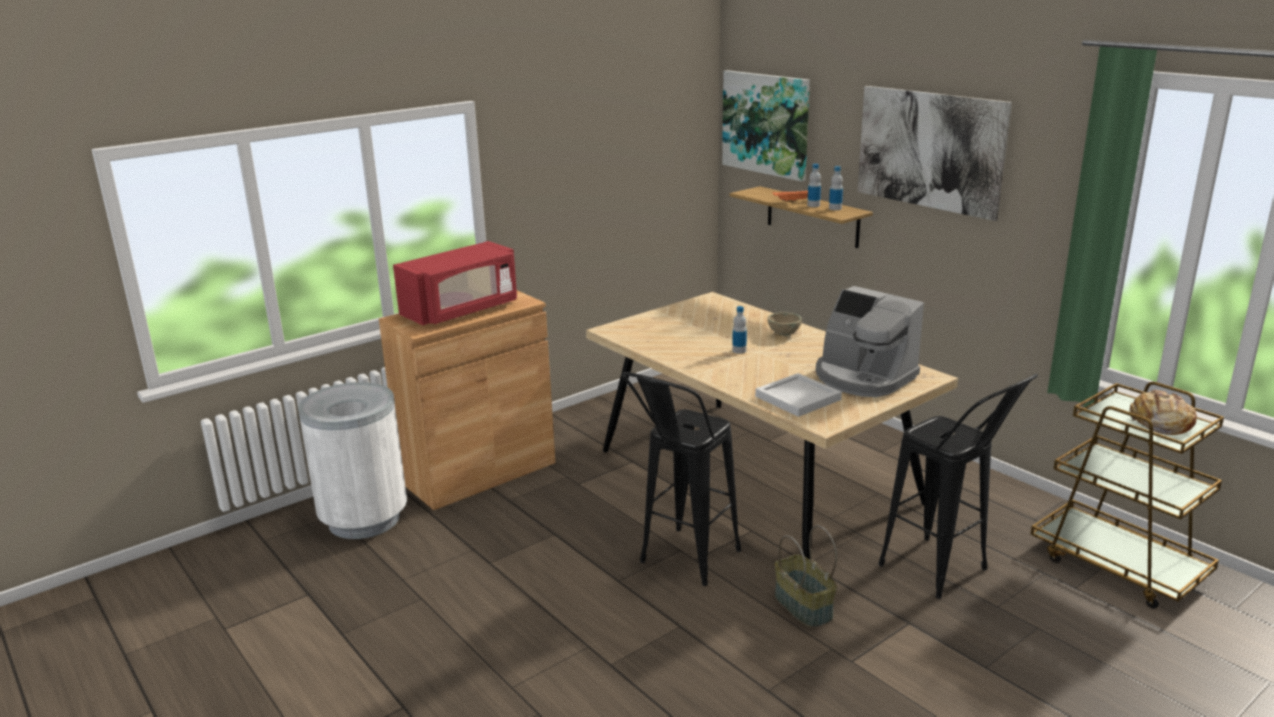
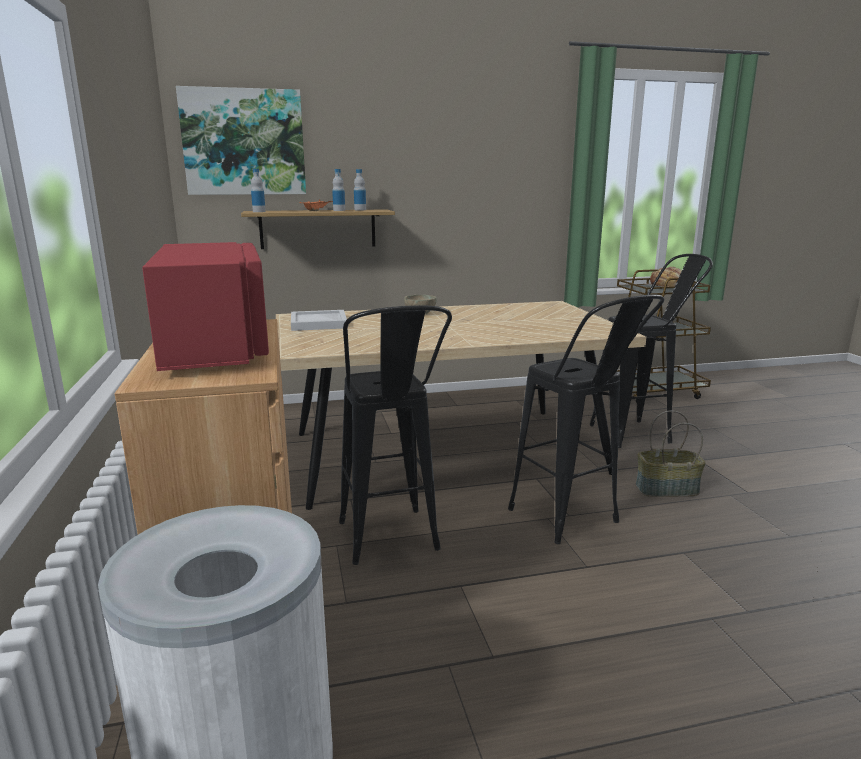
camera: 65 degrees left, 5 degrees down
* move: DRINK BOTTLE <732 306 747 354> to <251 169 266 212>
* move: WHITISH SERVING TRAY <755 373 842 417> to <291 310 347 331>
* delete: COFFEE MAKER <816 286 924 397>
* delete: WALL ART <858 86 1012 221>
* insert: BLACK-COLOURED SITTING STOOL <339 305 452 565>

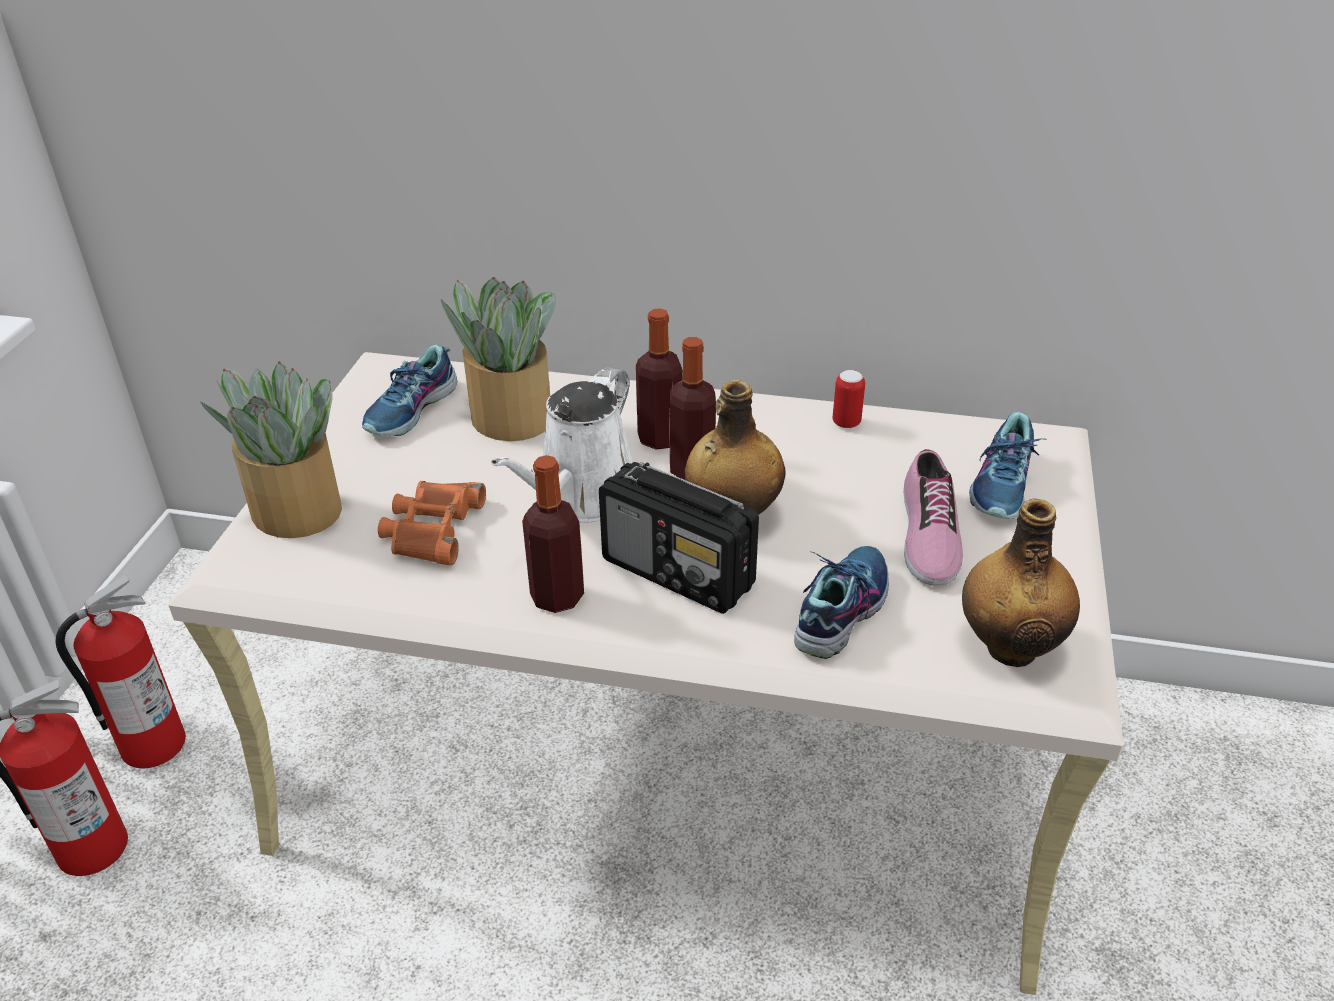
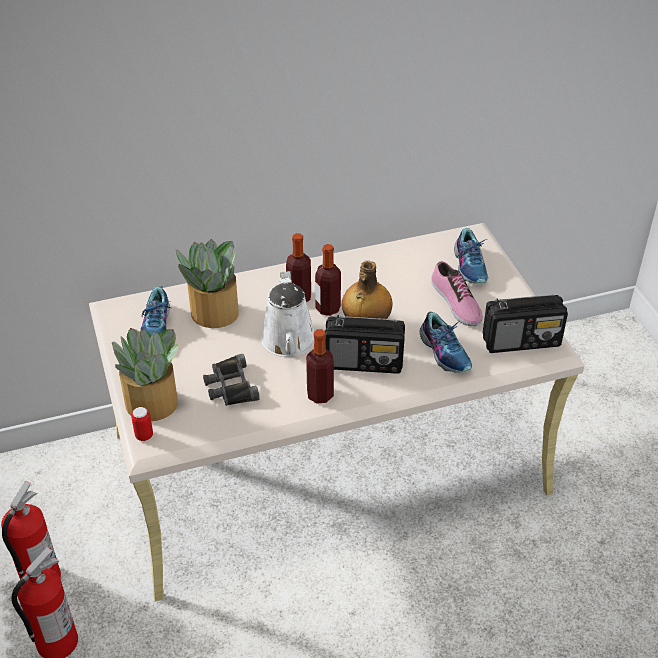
camera: 30 degrees left, 5 degrees up
* recolor: ORANGE-COLOURED PAIR OF BINOCULARS <378 481 486 565> to BLACK-COLOURED PAIR OF BINOCULARS <203 354 260 406>
* rotate: SHOE <794 546 889 659> = <419 312 472 373> 150 degrees clockwise
* move: CAN <832 370 865 428> to <131 407 153 441>
* replace: DRINK BOTTLE <962 499 1080 667> to RADIO SET <483 294 568 353>

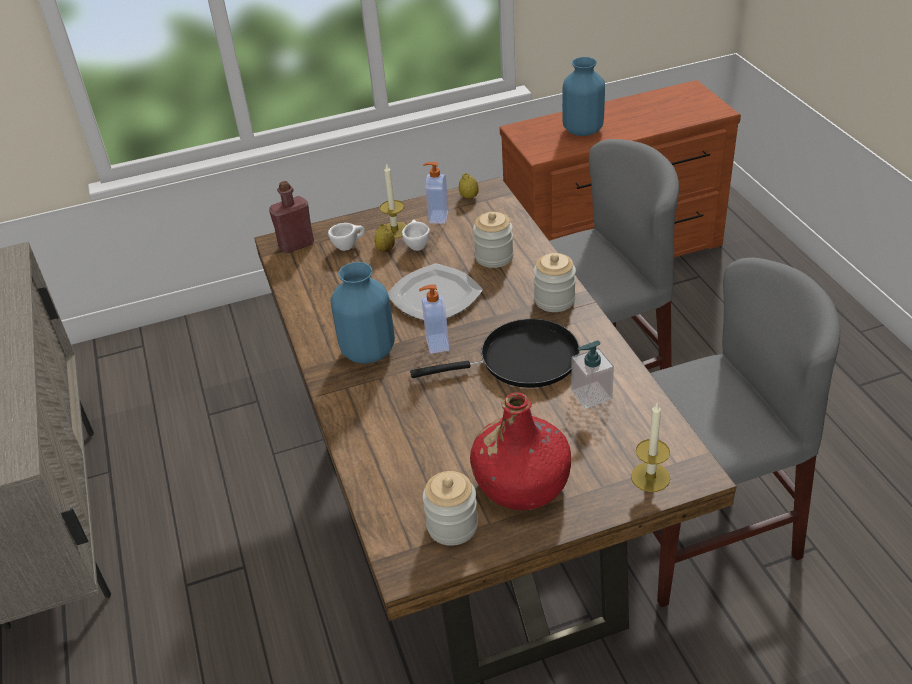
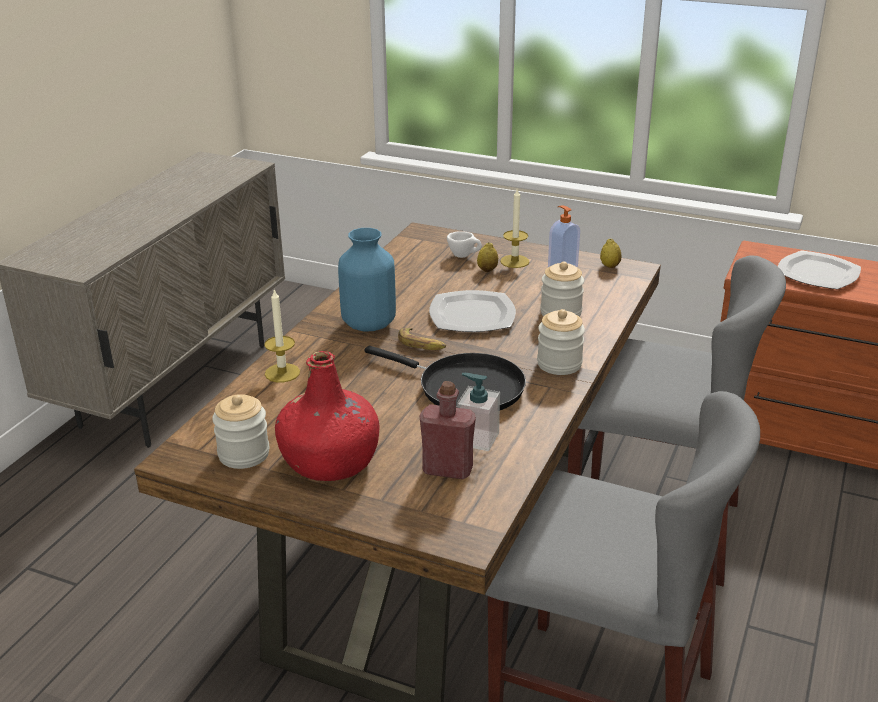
camera: 40 degrees right, 10 degrees down
* move: RED-COLOURED DRINK BOTTLE <269 181 314 253> to <420 381 476 480>
* delete: WHITISH CUP <402 220 430 251>
* replace: SOAP DISPENSER <419 284 449 354> to BANANA FRUIT <398 328 446 350>
* replace: BLUE-COLOURED VASE <562 57 605 136> to PLATE <778 250 861 289>
* move: WAX LIGHT <631 402 670 492> to <264 288 300 383>

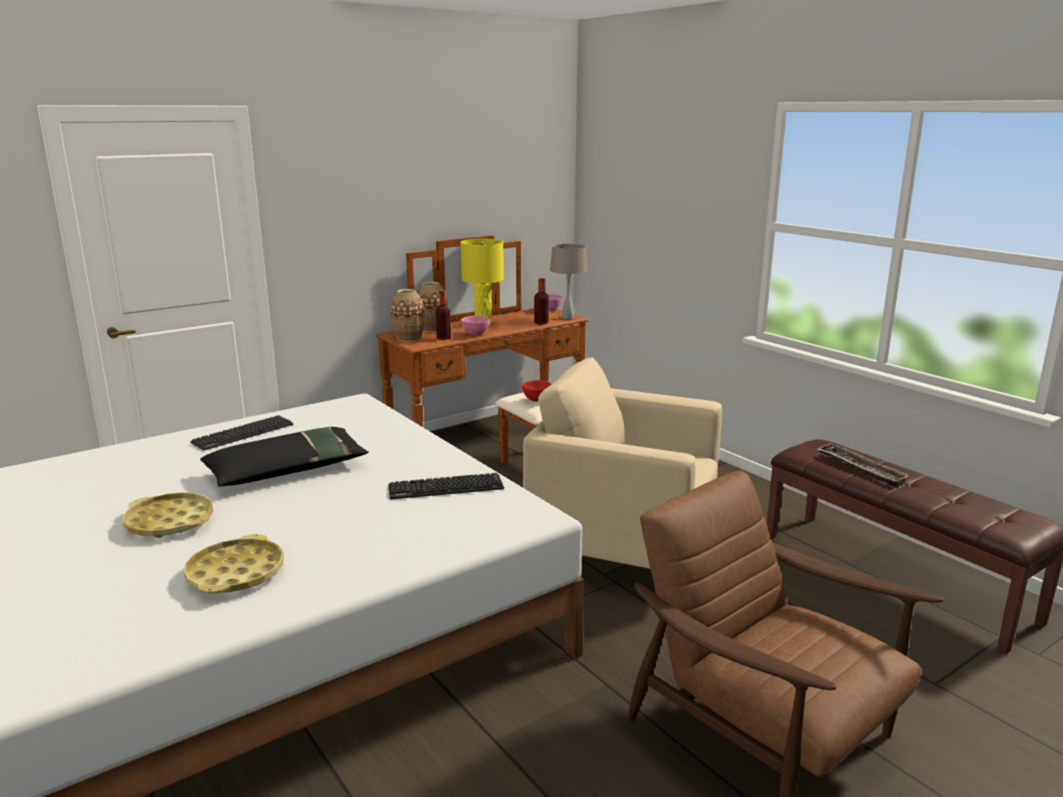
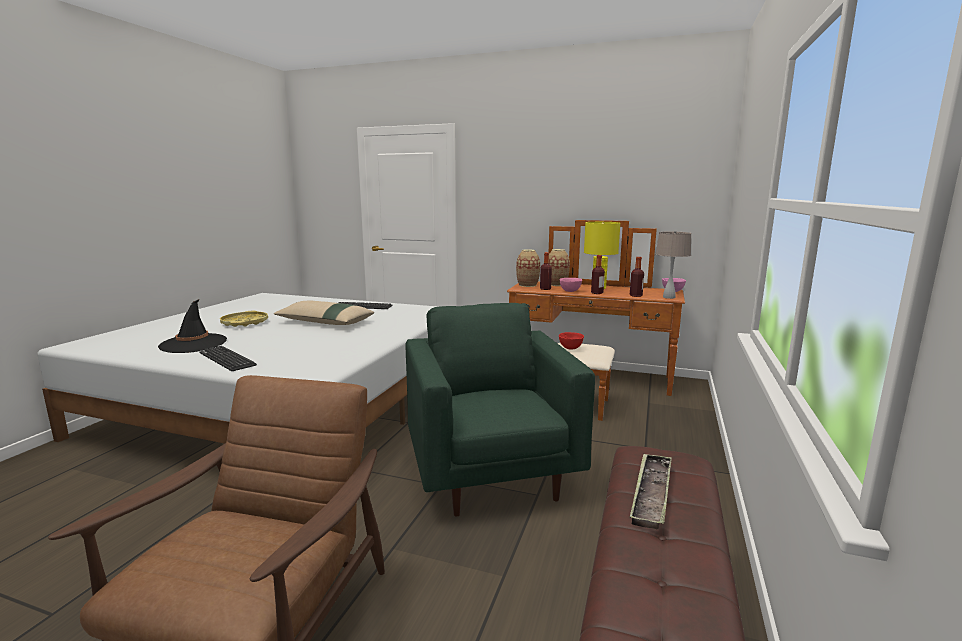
camera: 55 degrees right, 5 degrees down
* replace: YELLOW-COLOURED SERVING TRAY <184 534 284 594> to BLACK-COLOURED CLOTHING HAT <158 299 227 353>
* recolor: BLACK-COLOURED CUSHION <200 427 369 487> to BEIGE-COLOURED CUSHION <274 301 374 325>
* move: COMPUTER KEYBOARD <388 473 504 499> to <199 346 257 371>
* recolor: BEIGE-COLOURED LOUNGE CHAIR <523 358 722 569> to GREENISH LOUNGE CHAIR <405 303 595 517>
* insert: DRINK BOTTLE <591 255 605 294>

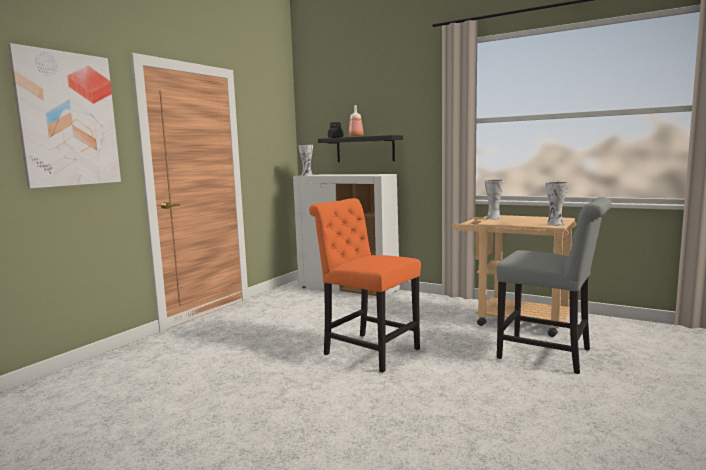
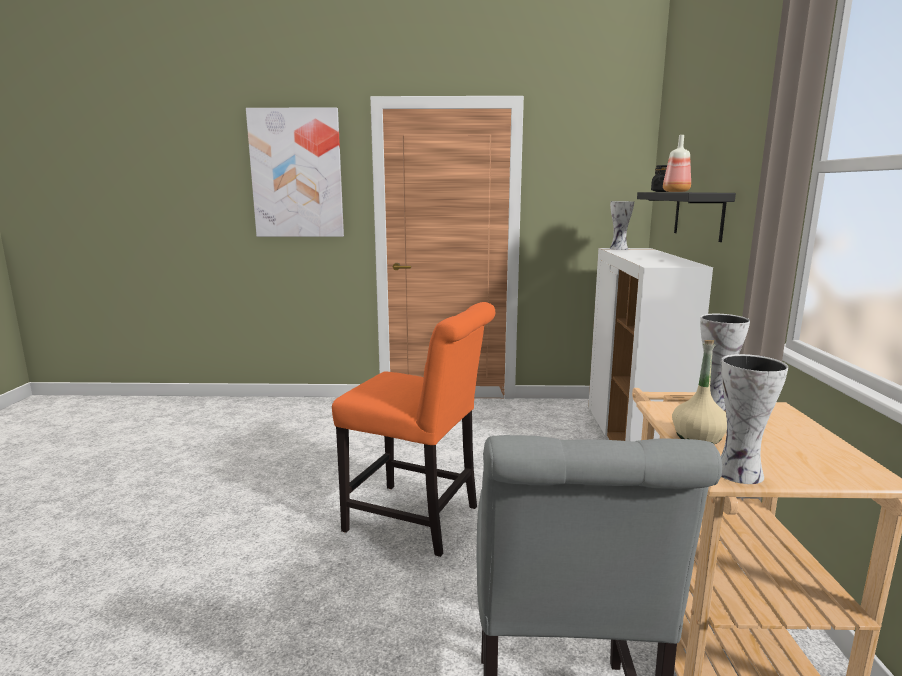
camera: 60 degrees right, 5 degrees up
* rotate: ORANGE-COLOURED PLAIN CHAIR <309 198 421 373> = <332 302 495 557> 105 degrees clockwise
* insert: BEIGE-COLOURED DRINK BOTTLE <672 340 727 444>

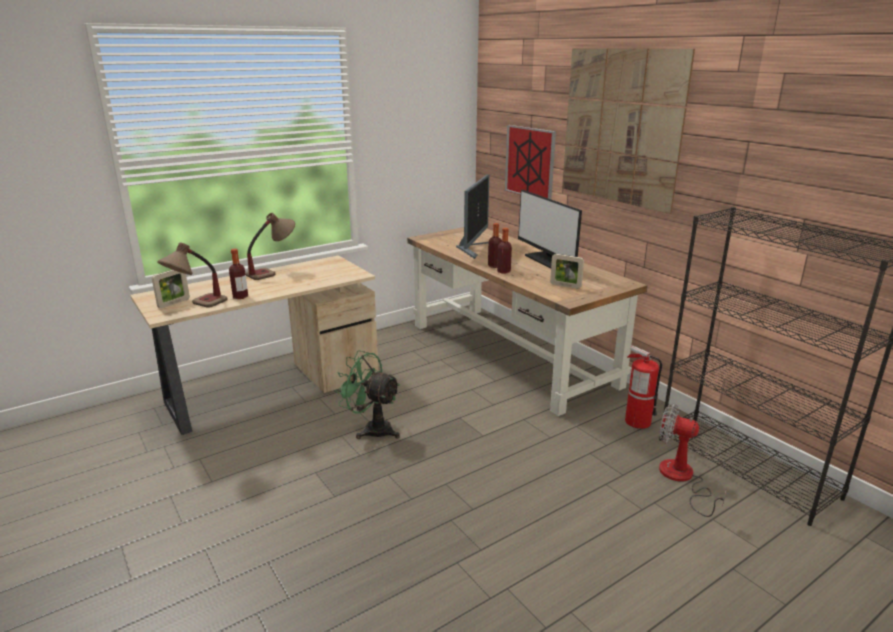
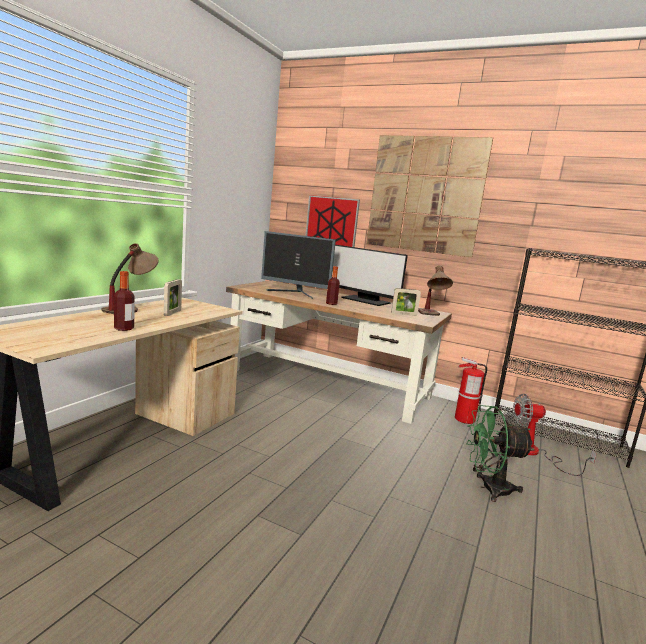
camera: 30 degrees left, 10 degrees down
* move: STANDING FRAME <152 270 190 308> to <164 279 182 316>
* move: TABLETOP LAMP <158 242 228 308> to <418 266 453 316>
* move: GREENISH COOLING FAN <335 350 400 439> to <467 405 534 502>
* rotate: COMPUTER SCREEN <456 174 489 259> = <261 231 336 299> 120 degrees clockwise
* delete: DRINK BOTTLE <497 228 512 274>

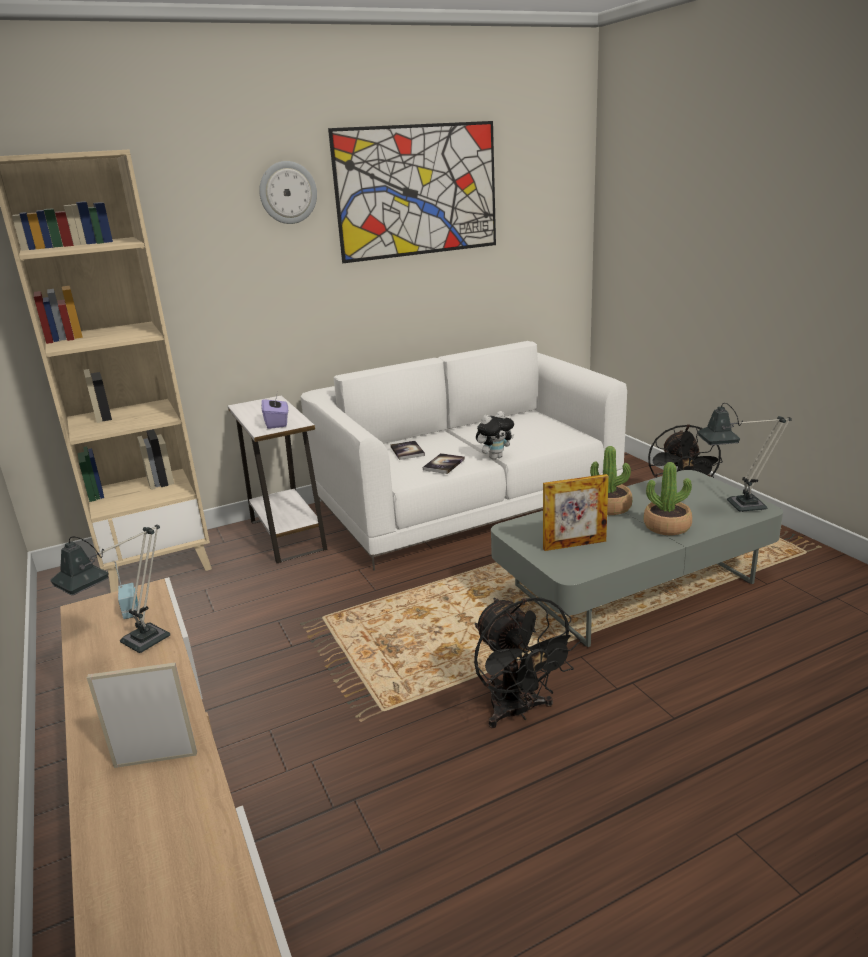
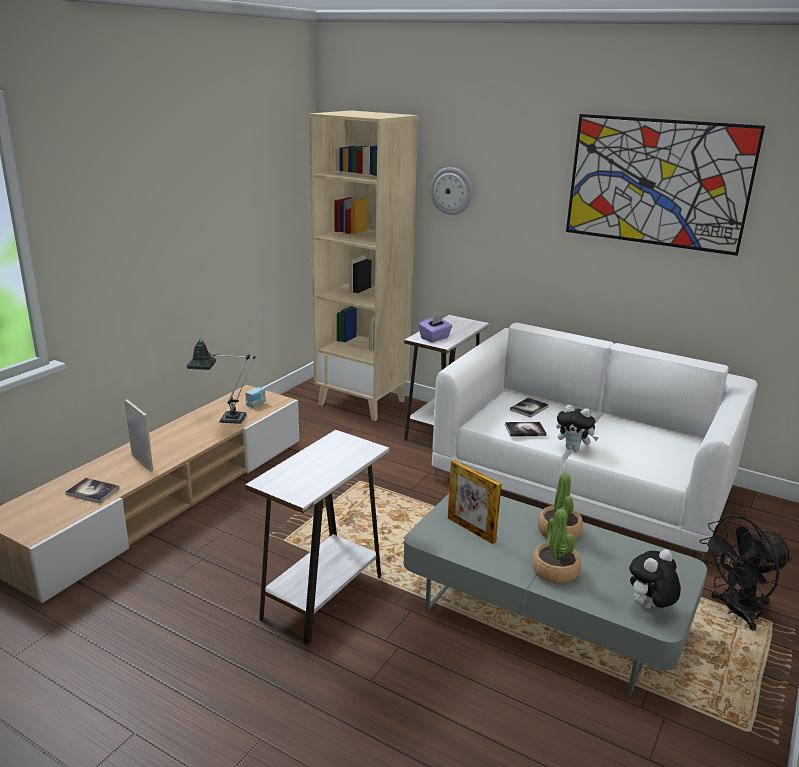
camera: 55 degrees right, 0 degrees up
* move: CLOCK ON THE WALL <259 161 317 224> to <430 167 472 215>
* replace: BLACK-COLOURED COOLING FAN <474 598 581 728> to WHITISH ACCENT TABLE <245 430 389 645>
* replace: TABLETOP LAMP <698 403 792 512> to PLUSH TOY <629 549 681 609>
* insert: BOUND BOOK <65 478 119 503>

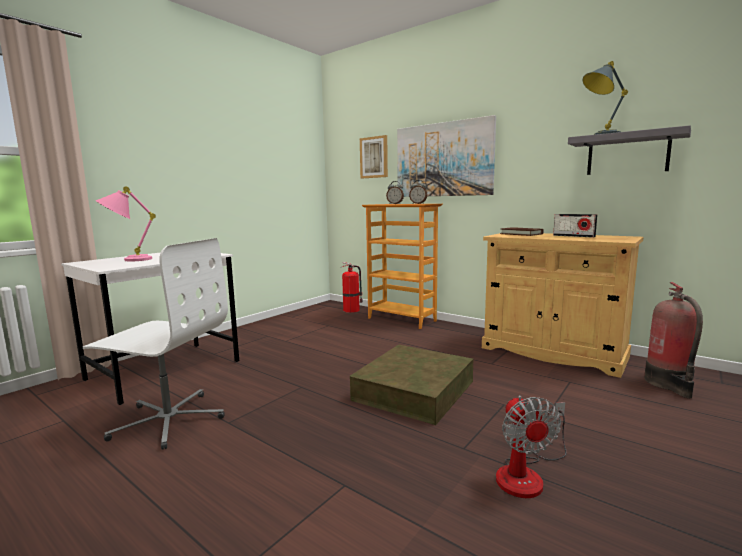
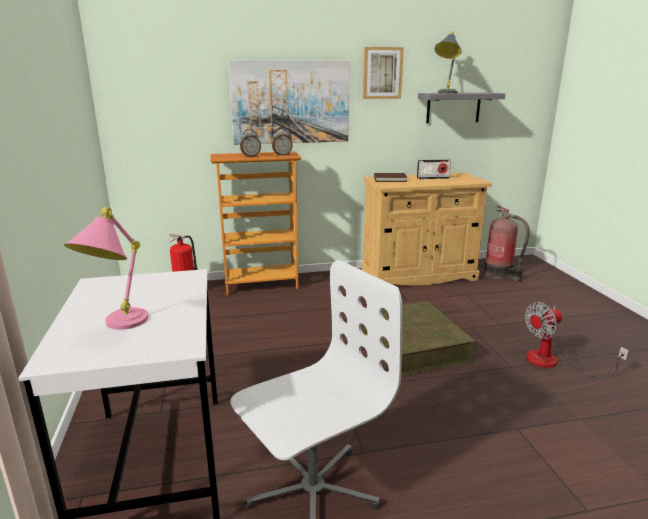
camera: 50 degrees left, 10 degrees up
* move: WALL ART <360 135 388 178> to <363 47 404 99>
* rotate: COOLING FAN <496 395 567 498> = <524 302 629 378> 120 degrees clockwise

